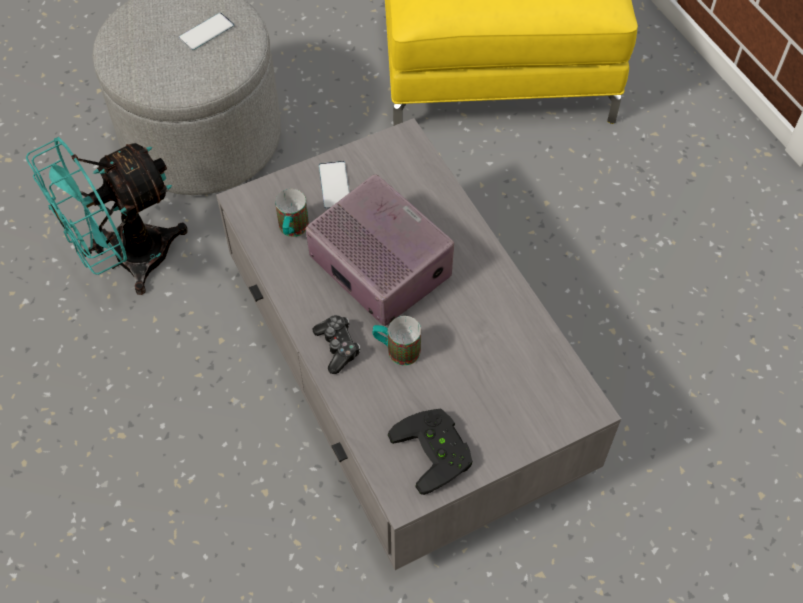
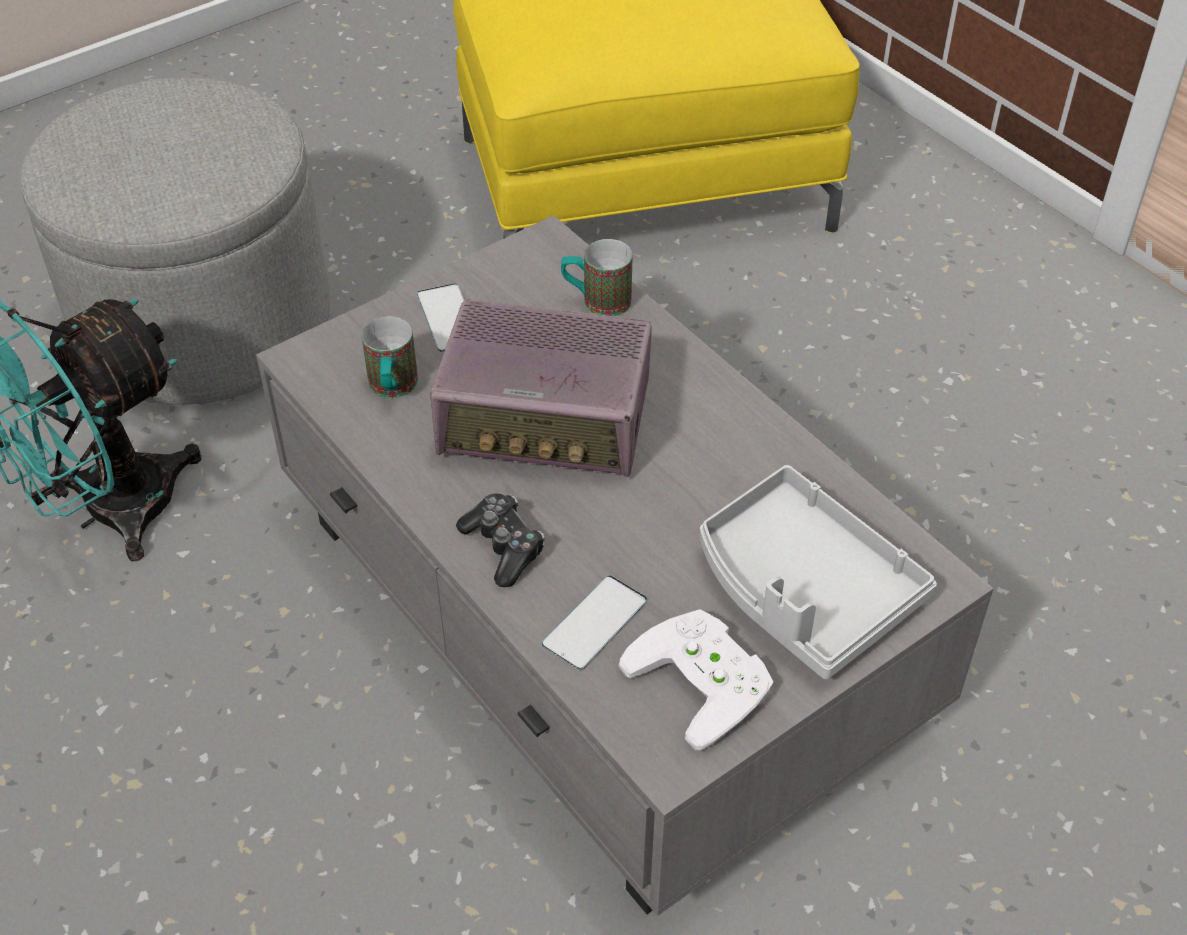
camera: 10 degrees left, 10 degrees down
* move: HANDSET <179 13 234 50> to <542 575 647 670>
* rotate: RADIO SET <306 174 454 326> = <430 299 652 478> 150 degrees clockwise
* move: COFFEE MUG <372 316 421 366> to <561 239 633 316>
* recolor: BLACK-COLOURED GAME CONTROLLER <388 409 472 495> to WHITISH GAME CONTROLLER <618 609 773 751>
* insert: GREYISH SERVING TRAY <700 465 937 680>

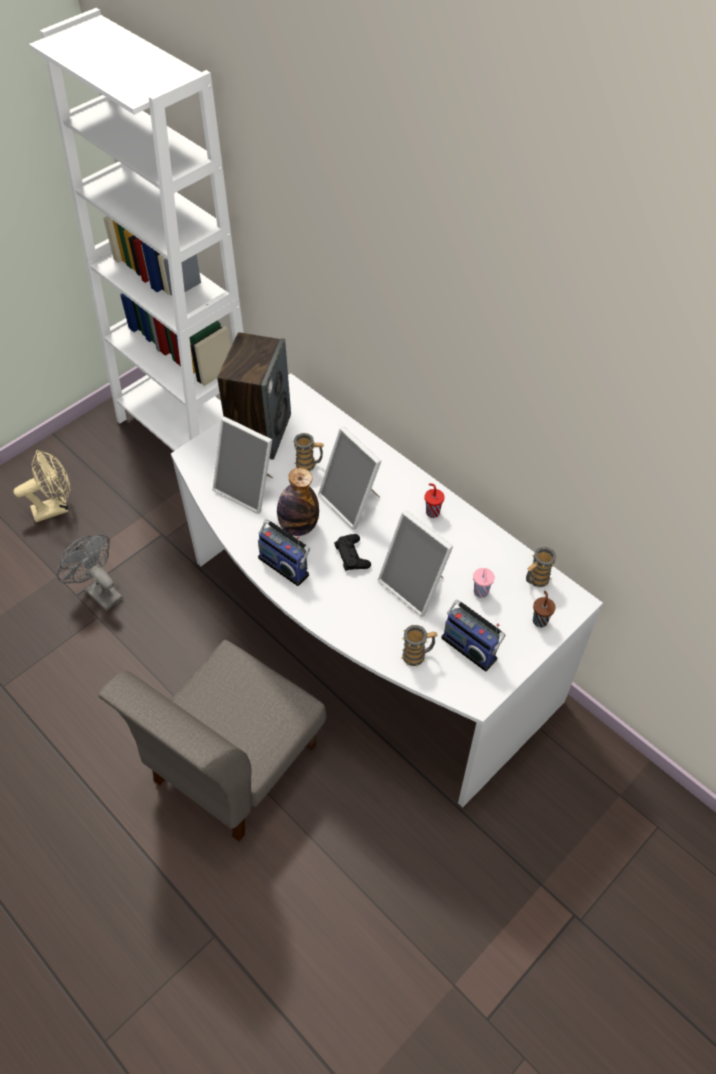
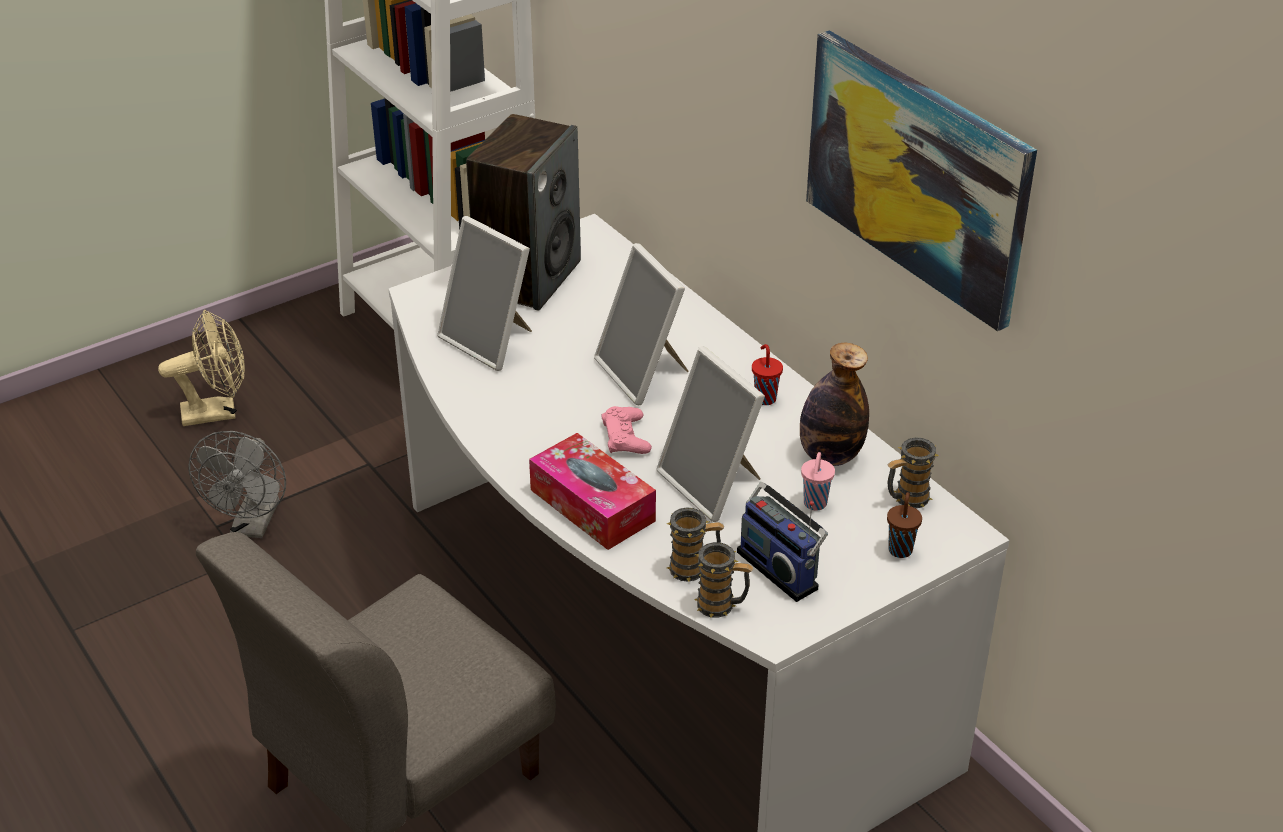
camera: 10 degrees right, 15 degrees down
* rotate: GREYISH COOLING FAN <57 535 123 611> = <189 431 286 538> 135 degrees counterclockwise
* delete: RADIO SET <258 520 310 586>
* move: DRINK BOTTLE <277 468 319 536> to <800 343 869 466>
* move: COFFEE MUG <292 433 324 471> to <694 542 753 618>
* recolor: BLACK-COLOURED GAME CONTROLLER <334 534 371 571> to PINK-COLOURED GAME CONTROLLER <602 406 652 454>
* insert: TISSUE HOLDER <529 433 656 550>
* insert: WALL ART <806 30 1037 331>

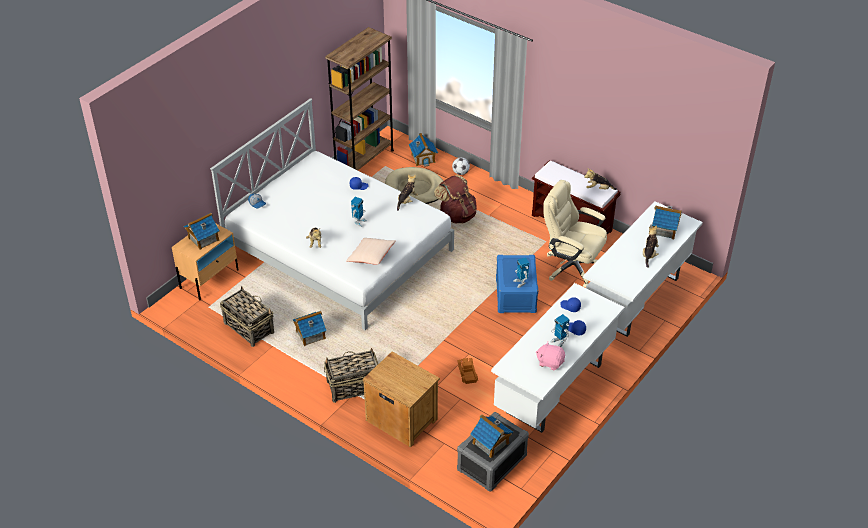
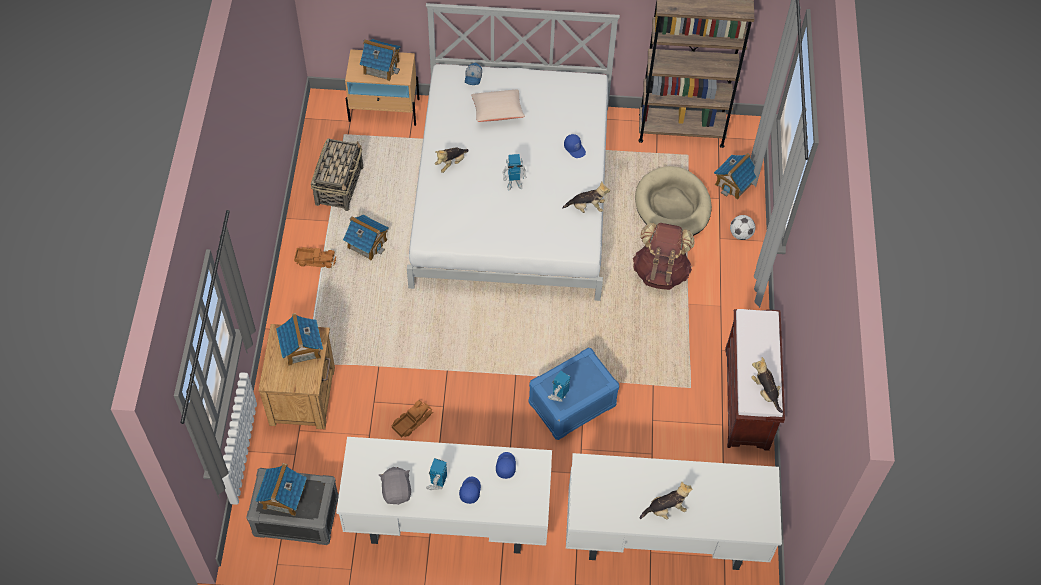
camera: 55 degrees right, 15 degrees up
* delete: BASKET <324 348 378 403>
* move: BEIGE-COLOURED CUSHION <346 238 396 265> to <471 90 525 122>
* recolor: PINK-COLOURED PLUSH TOY <536 342 565 370> to GREYISH PLUSH TOY <379 467 411 505>
* delete: BEIGE-COLOURED DESK CHAIR <543 180 607 288>
* move: MINIATURE HOUSE <650 205 682 239> to <276 313 323 366>
* insert: TOY TRUCK <294 247 336 268>

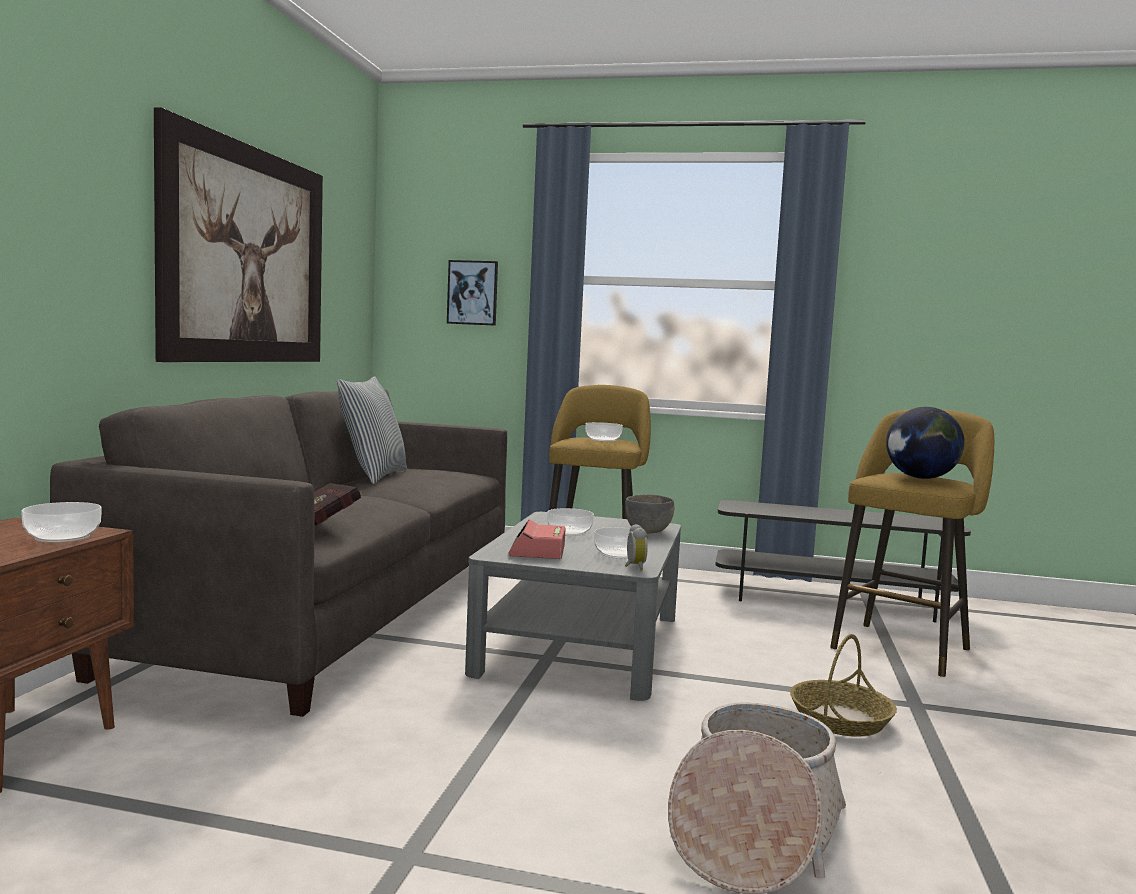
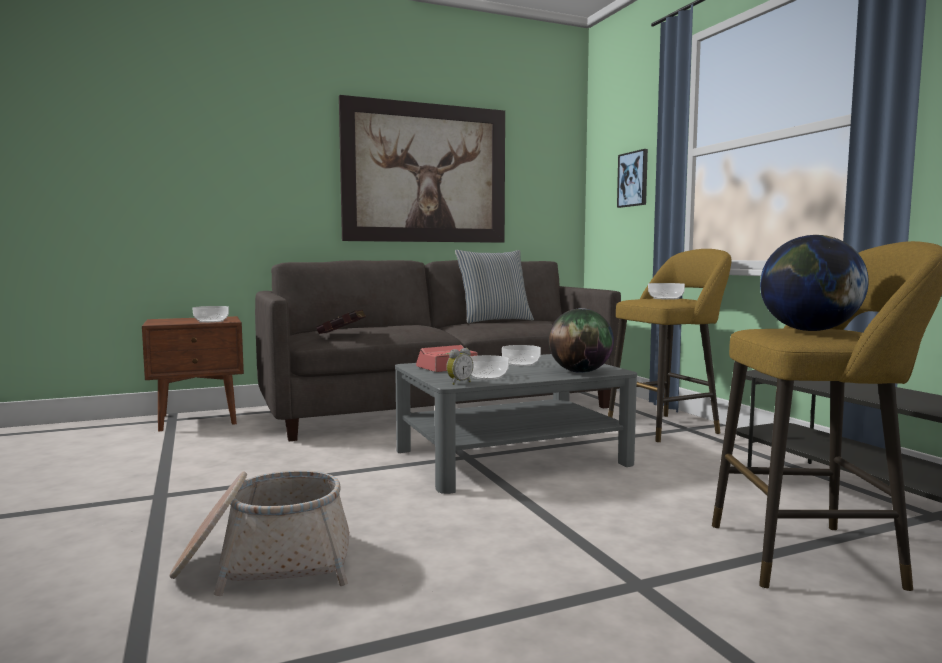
camera: 55 degrees right, 0 degrees up
* replace: GREYISH SERVING BOWL <625 494 674 533> to DESK GLOBE <549 308 614 373>
* delete: BASKET <790 634 897 737>

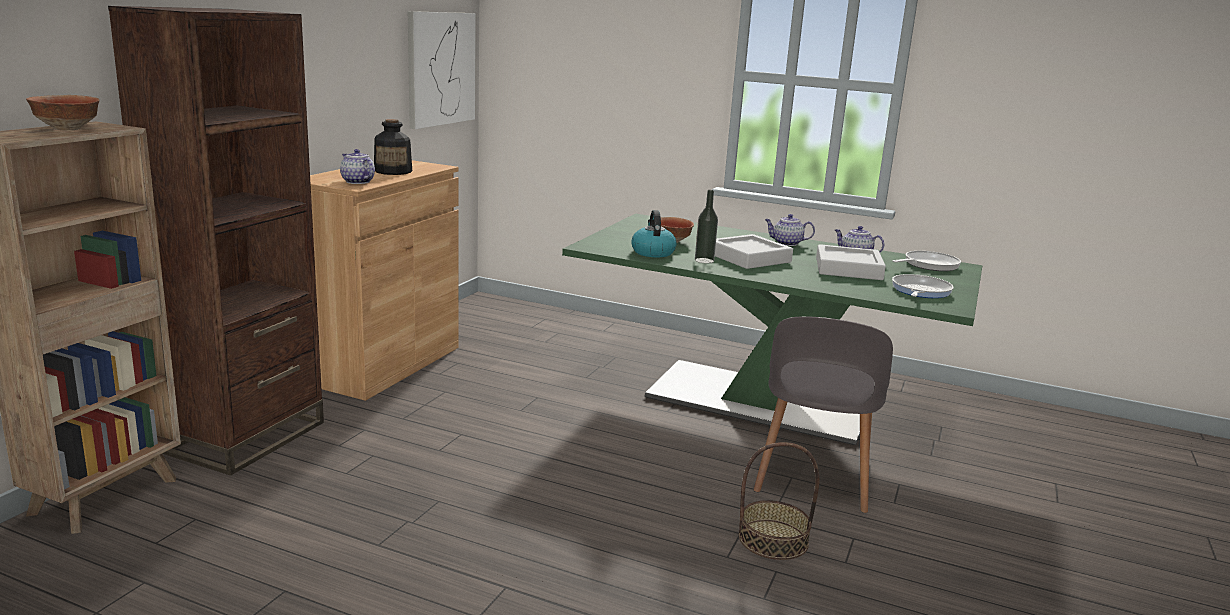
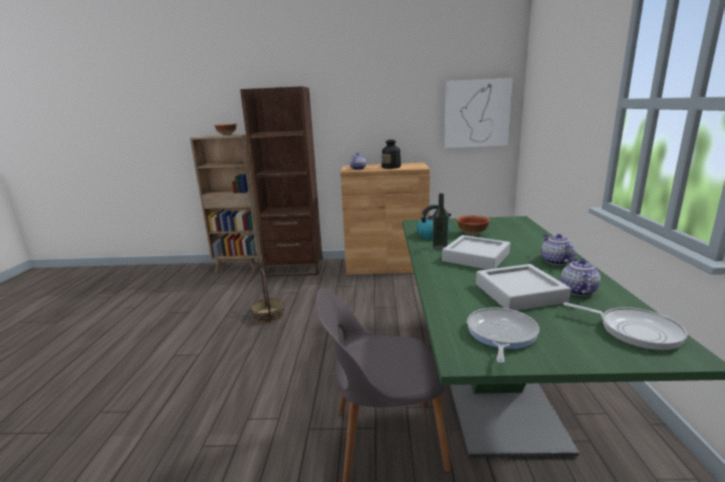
camera: 70 degrees right, 0 degrees up
* move: BASKET <739 442 819 560> to <251 268 285 324>
* rotate: PAN <892 274 954 298> = <467 308 539 363> 75 degrees counterclockwise

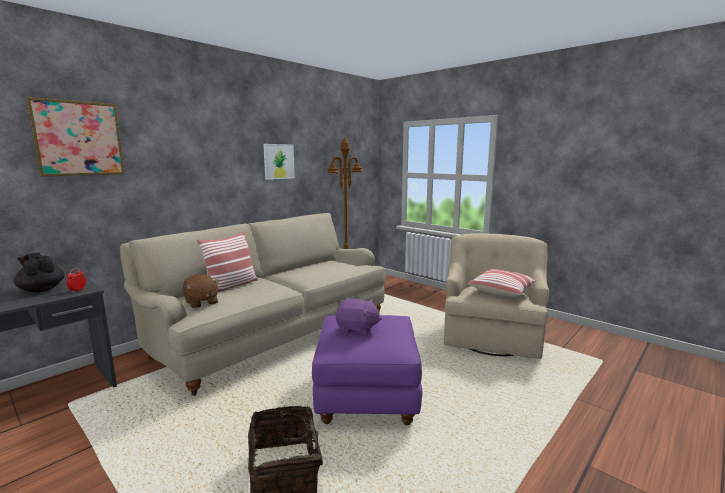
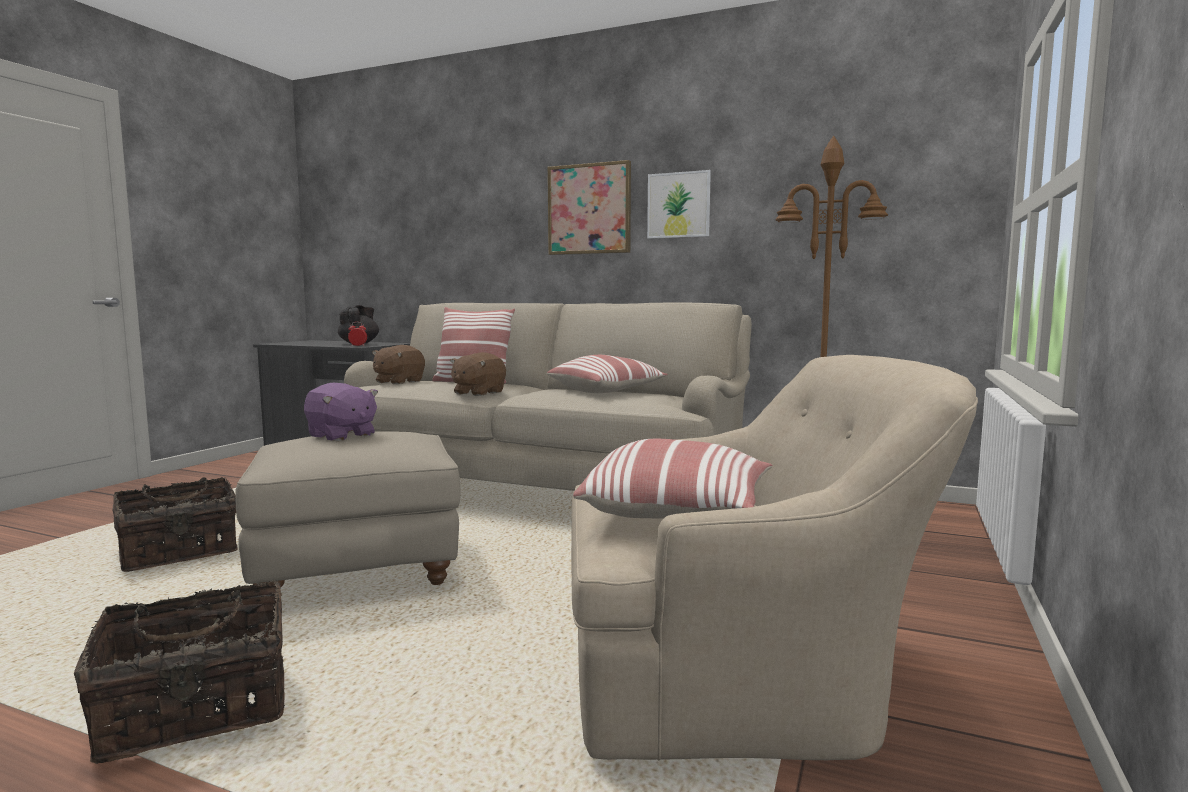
camera: 70 degrees right, 5 degrees down
* move: WALL ART <26 97 125 177> to <548 160 631 255>
* recolor: PURPLE POUFFE <312 315 422 425> to BEIGE-COLOURED POUFFE <235 431 461 596>
* rotate: PURPLE PLUSH TOY <336 299 382 336> = <304 383 378 441> 45 degrees counterclockwise
* insert: BASKET <74 580 285 764>
* insert: BROWN PLUSH TOY <450 352 506 396>
* insert: CUSHION <547 355 668 393>

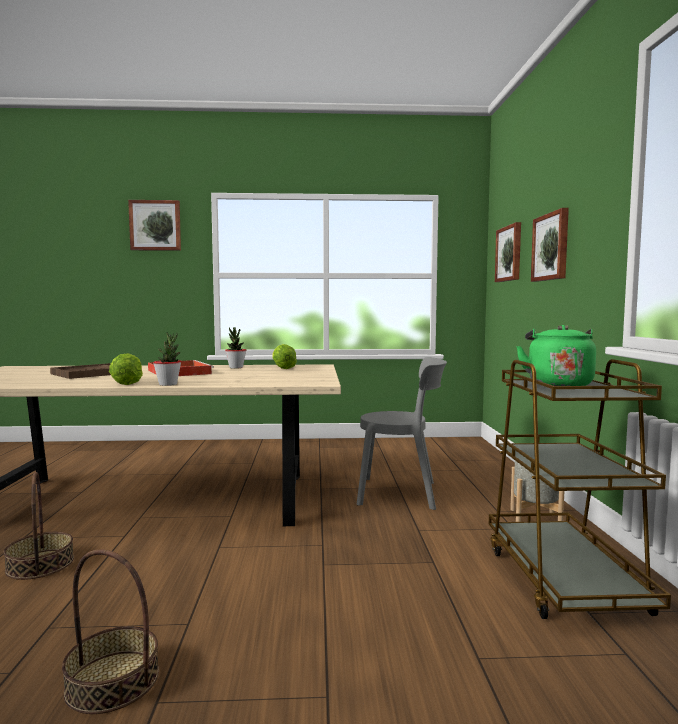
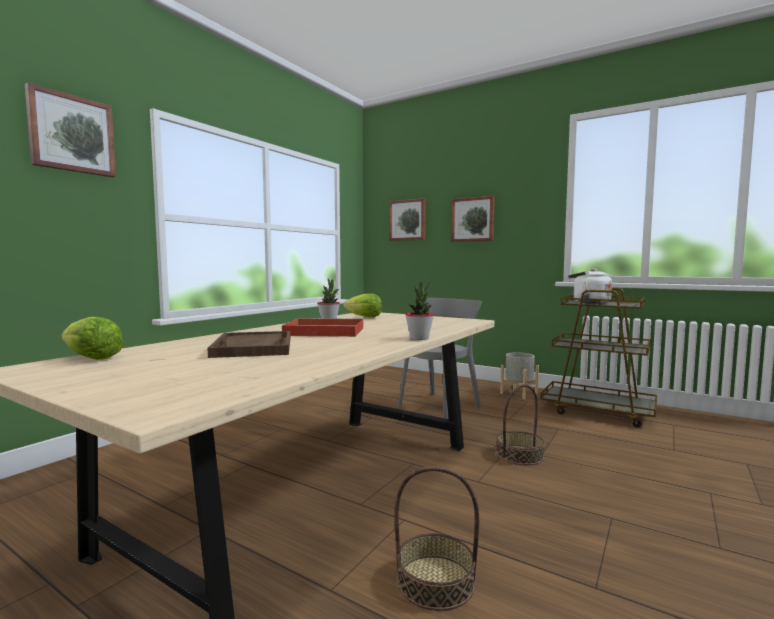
camera: 55 degrees left, 0 degrees up
* move: BASKET <62 549 159 714> to <496 384 545 465>
* move: HEAD OF LETTUCE <109 353 143 385> to <62 317 123 360>
* recolor: GREENISH WATER KETTLE <516 325 596 386> to WHITISH WATER KETTLE <568 269 612 304>

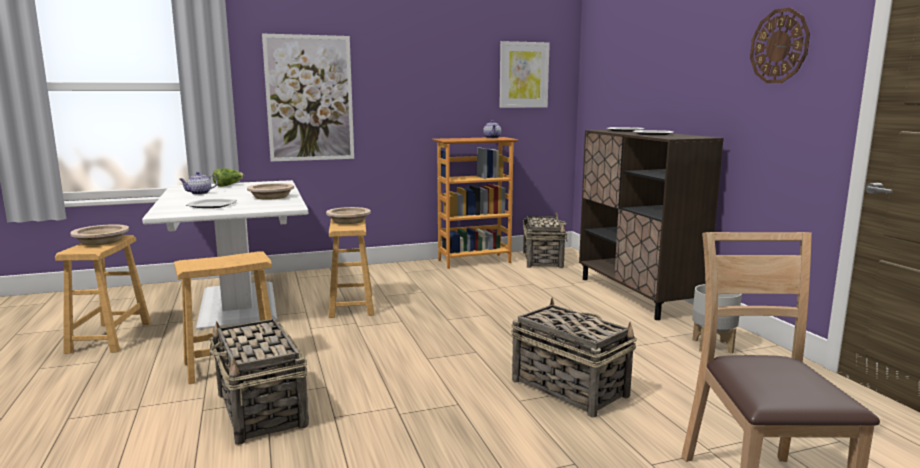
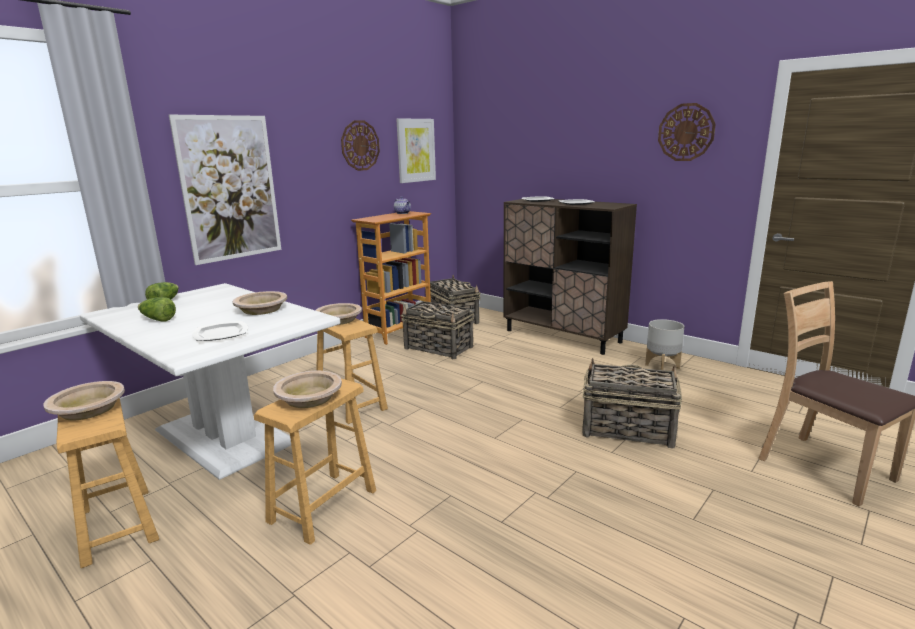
camera: 30 degrees left, 5 degrees up
* replace: POT FOR TEA <179 172 218 195> to HEAD OF LETTUCE <138 297 176 322>
* move: BASKET <209 319 309 445> to <401 301 474 359>
* insert: BEIGE-COLOURED SERVING BOWL <273 371 342 408>
* insert: CLOCK ON THE WALL <341 120 380 171>

